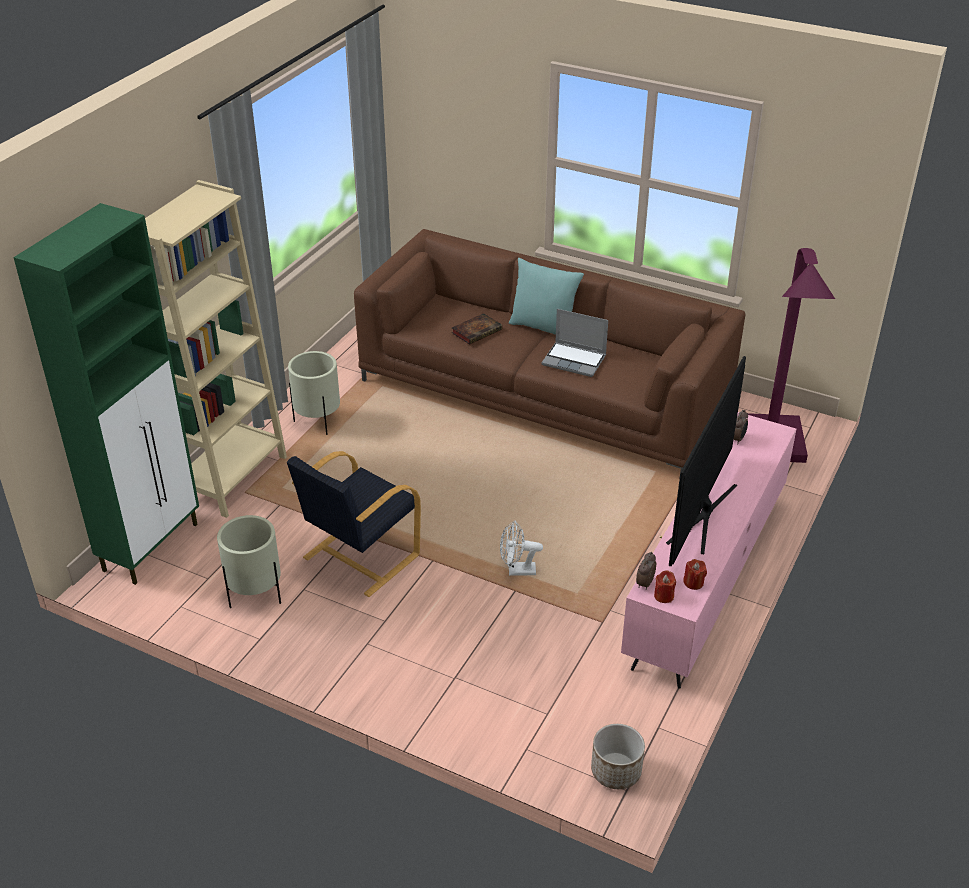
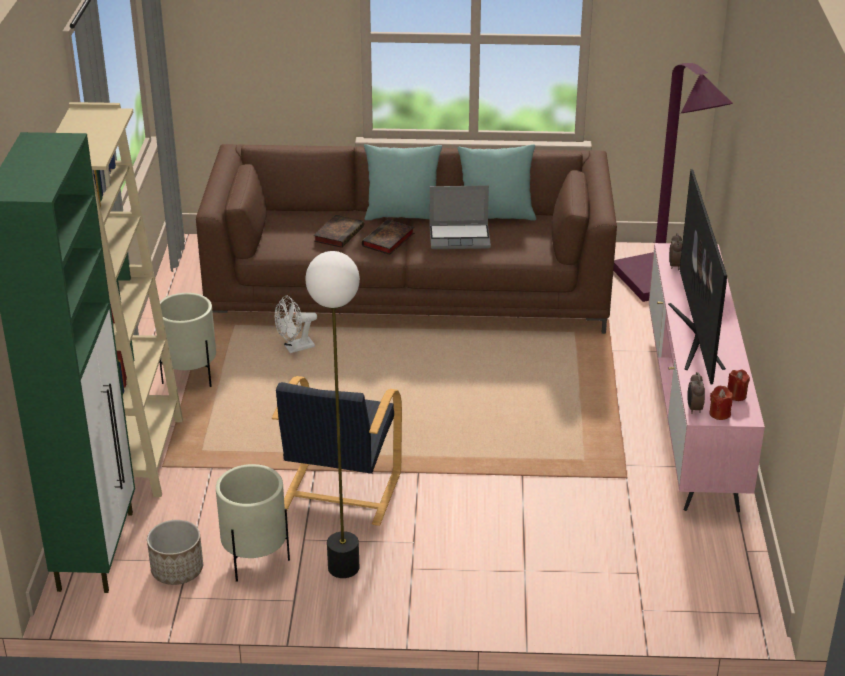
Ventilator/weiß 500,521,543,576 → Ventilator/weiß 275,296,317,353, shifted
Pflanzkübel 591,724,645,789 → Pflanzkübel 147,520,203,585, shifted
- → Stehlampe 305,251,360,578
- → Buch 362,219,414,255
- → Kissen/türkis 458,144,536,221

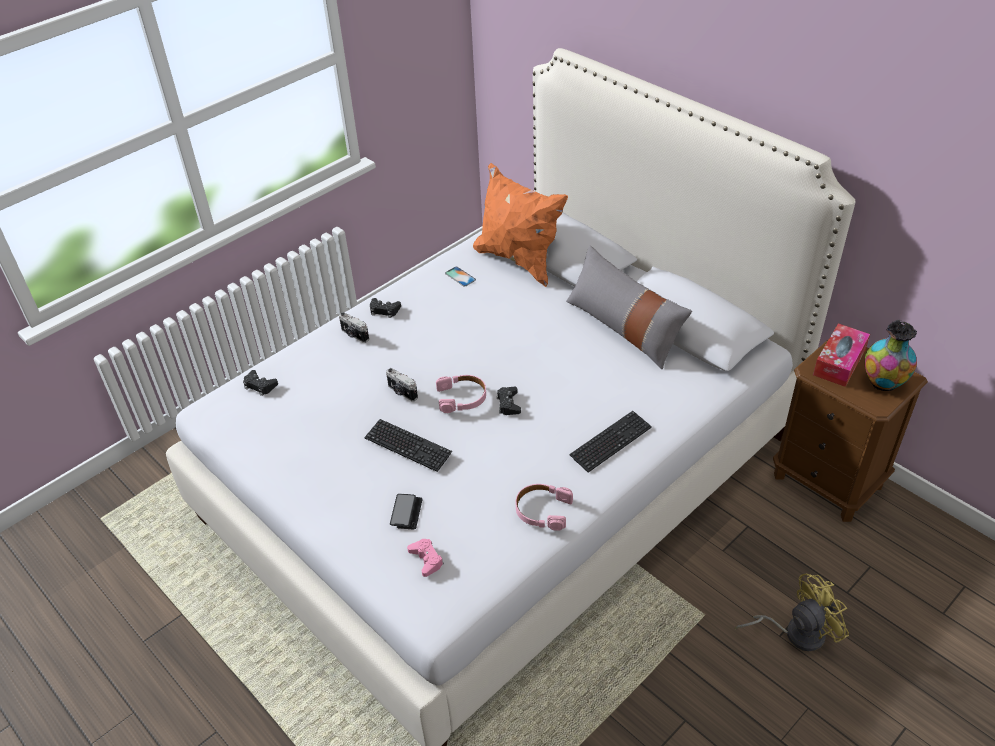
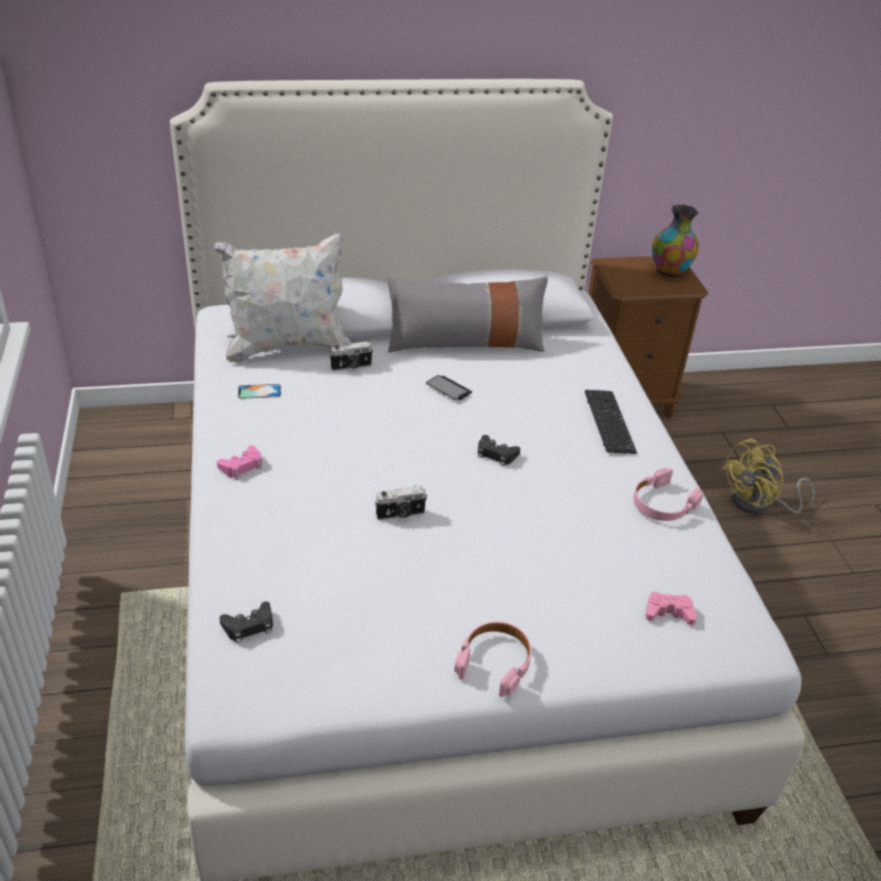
Kamera 339,312,369,343 → Kamera 329,341,373,371, shifted
Tastatur 364,419,452,472 → -
Gamepad/schwarz 370,298,401,318 → Gamepad/rosa 217,445,262,479
Handy 390,494,423,529 → Handy 426,375,472,400, shifted
Kopfhörer/rosa 436,375,486,413 → Kopfhörer/rosa 454,621,532,697, shifted
Kissen/orange 473,163,568,287 → Kissen/weiß 214,232,351,363
Ventilator/gelb 735,573,849,651 → Ventilator/gelb 721,439,815,514, 135 degrees counterclockwise
Taschentuchbox 813,323,870,387 → -

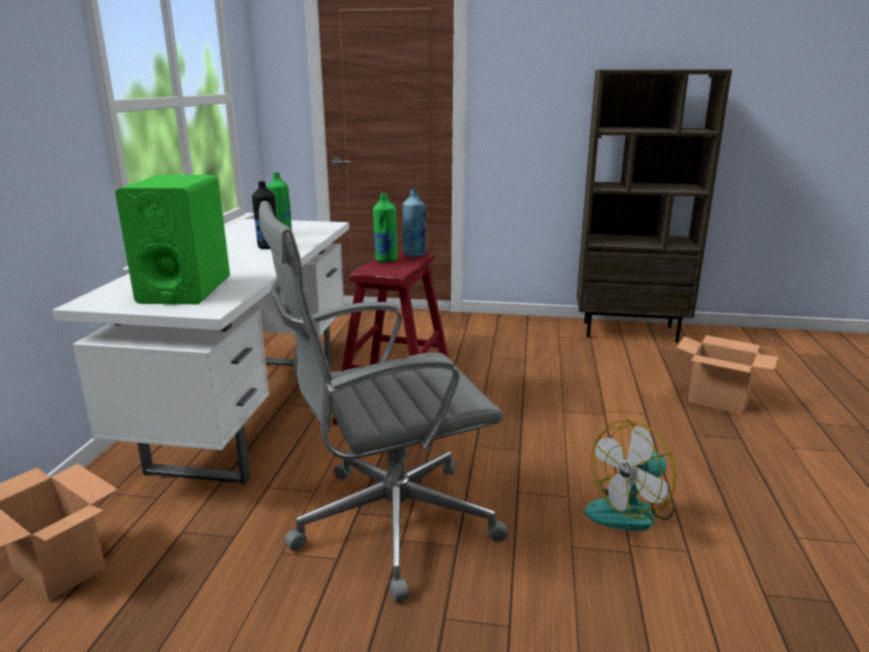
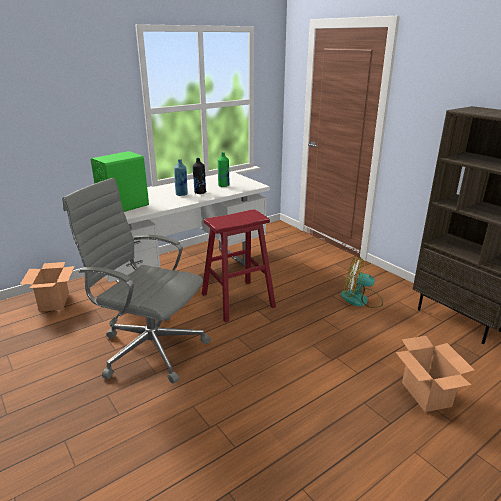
Flasche/grün 373,193,398,262 → -
Flasche/blau 403,189,425,257 → Flasche/blau 174,159,188,196, shifted
Ventilator 585,419,676,531 → Ventilator 341,257,383,308, shifted

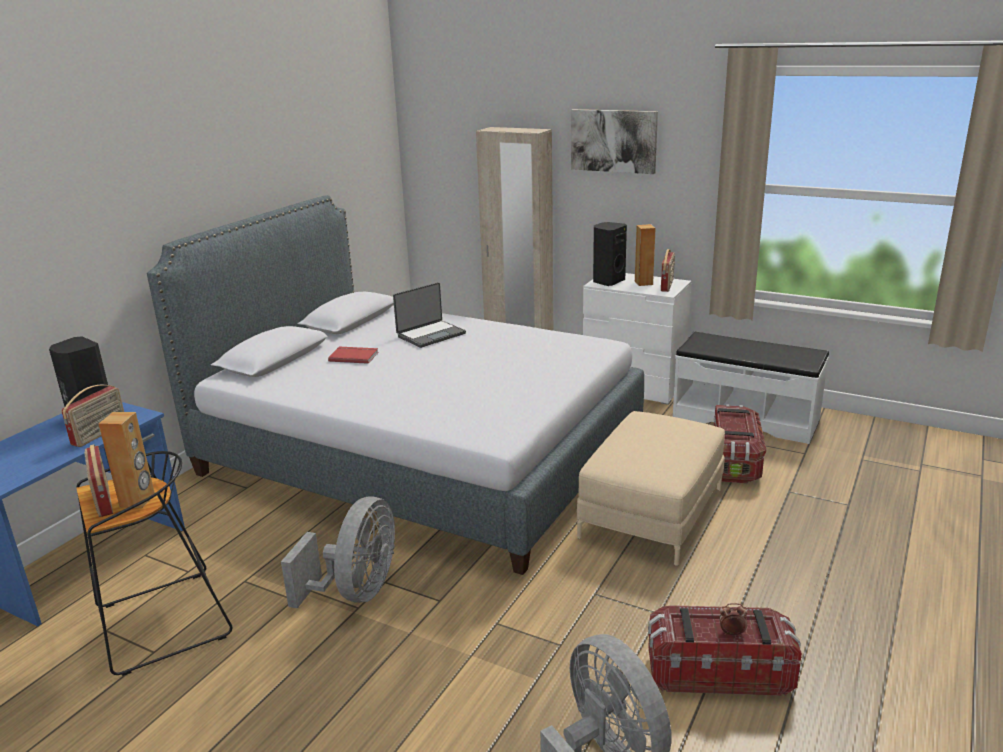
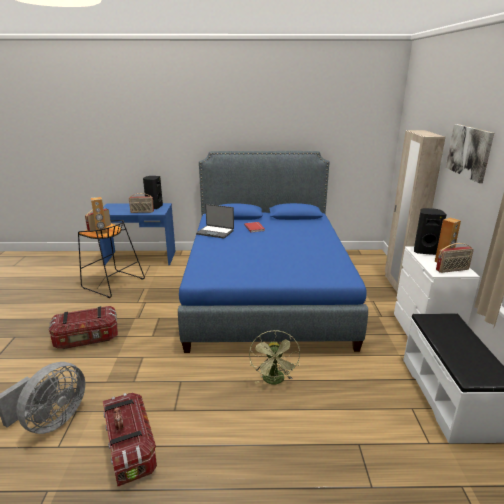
Bett/grau 147,195,644,575 → Bett/blau 178,151,368,353
Ventilator/grau 281,496,395,608 → -
Laptop 393,282,466,348 → Laptop 196,204,234,239, shifted
Polsterhocker/beige 577,411,725,566 → Ventilator/grün 249,330,300,385
Aufbewahrungsbox 714,404,766,483 → Aufbewahrungsbox 49,306,118,349, shifted

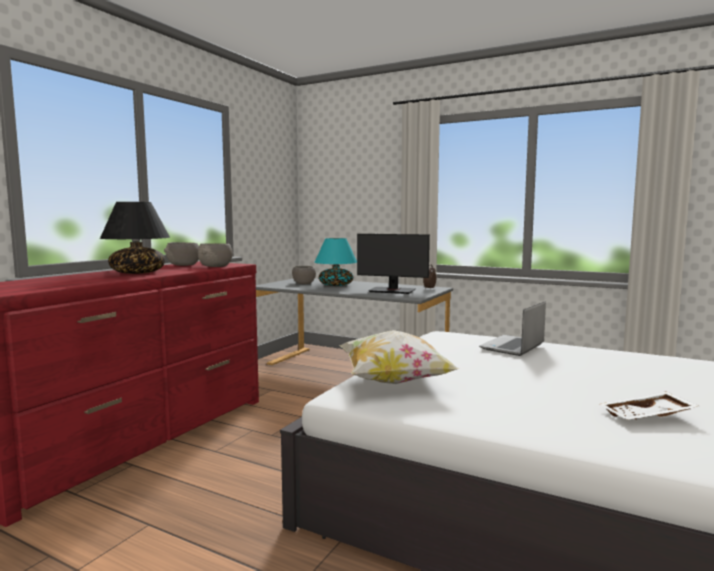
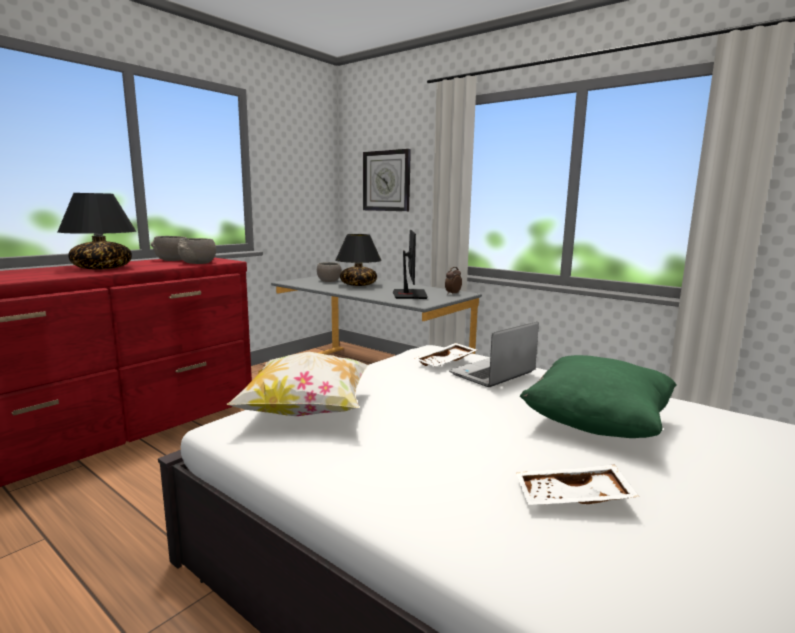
Tischlampe/türkis 314,238,357,286 → Tischlampe/schwarz 336,234,382,286
Monitor 357,234,430,294 → Monitor 393,230,428,299, 120 degrees counterclockwise
- → Wanduhr 363,149,411,211
- → Tablett/weiß 414,343,477,367
- → Kissen/grün 519,355,677,438

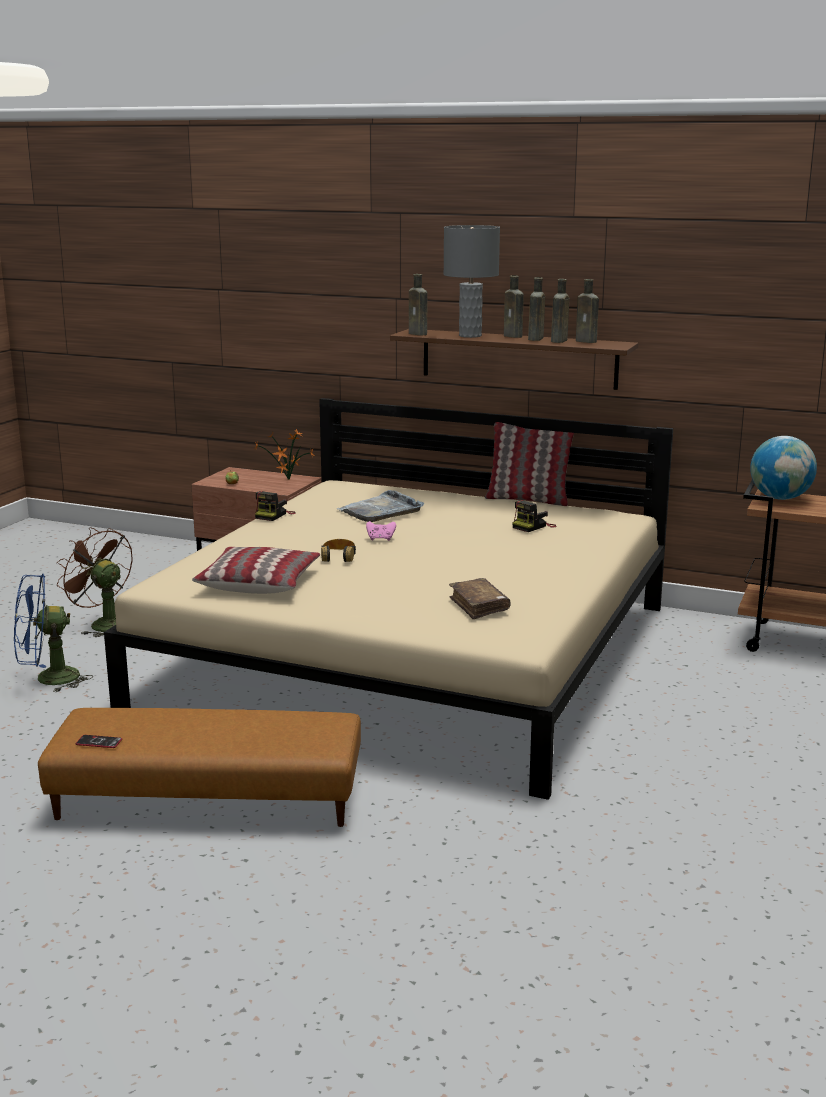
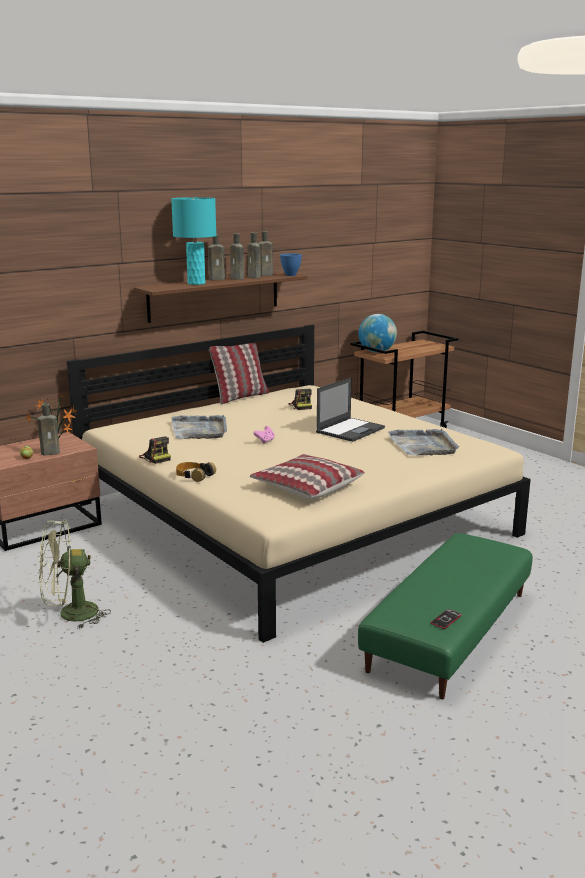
Ventilator/blau 14,574,93,692 → -
Polsterhocker/braun 38,708,361,827 → Polsterhocker/grün 358,533,533,699
Ventilator/braun 57,527,133,637 → Ventilator/grün 39,520,111,629
Kopfhörer 321,539,356,562 → Kopfhörer 176,462,216,482, shifted
Flasche/braun 409,274,428,335 → Flasche/braun 37,403,60,456, shifted
Tischlampe/grau 443,225,500,338 → Tischlampe/türkis 171,197,216,285
Buch/braun 449,578,511,619 → Tablett/grau 388,429,459,456
- → Schüssel/blau 280,253,302,276
- → Laptop 316,377,385,442

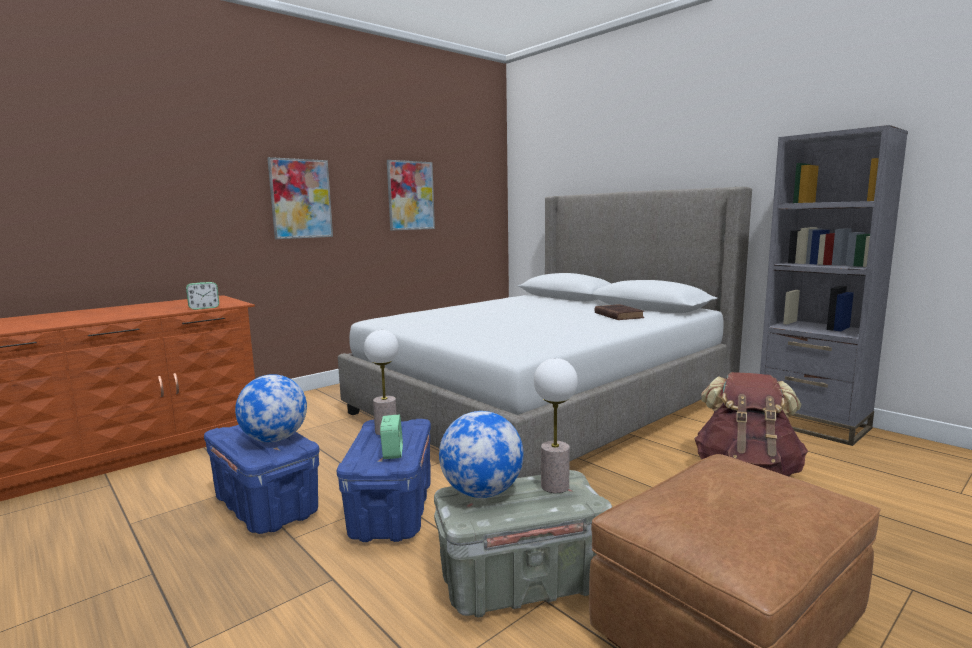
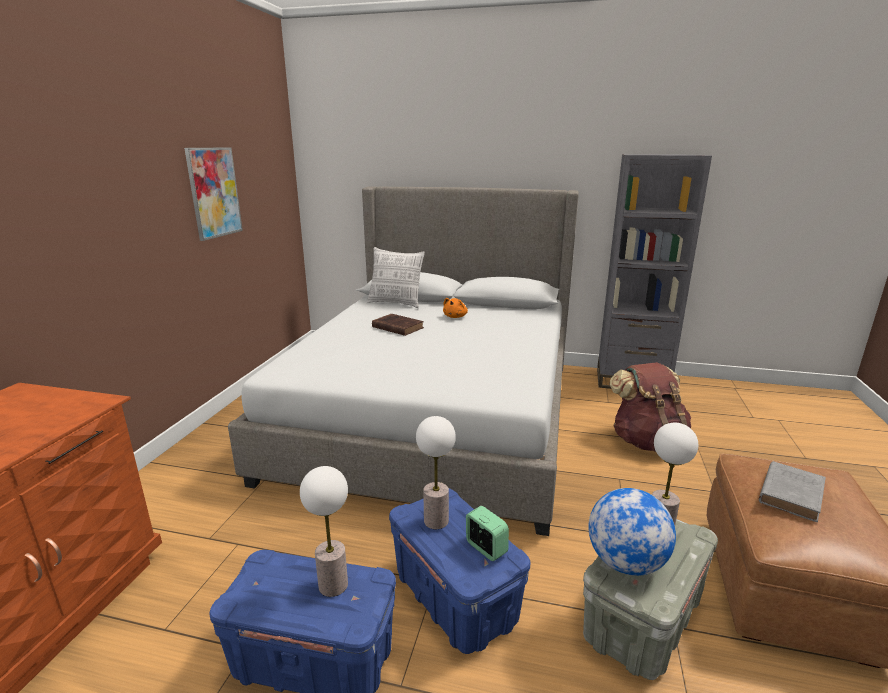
Wecker 186,282,219,310 → -
Globus 235,374,307,442 → Tischlampe 300,466,348,597
Bild 267,157,333,239 → -
Buch/braun 594,304,644,320 → Buch/braun 372,314,424,336, shifted
- → Kissen 367,247,425,308
- → Plüschtier/orange 443,298,468,318
- → Buch/grau 759,461,826,522

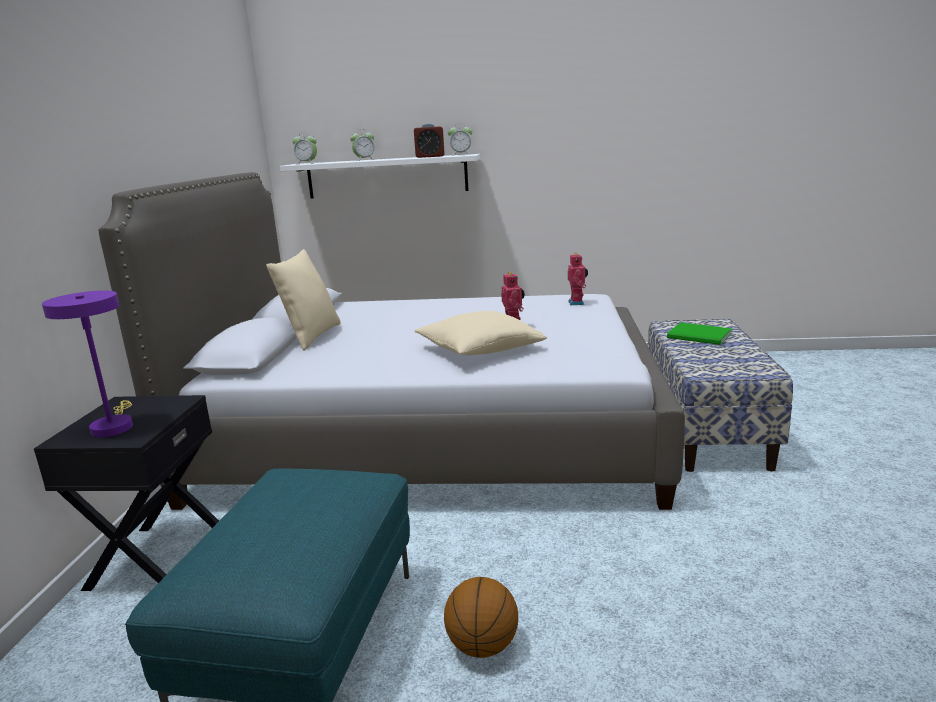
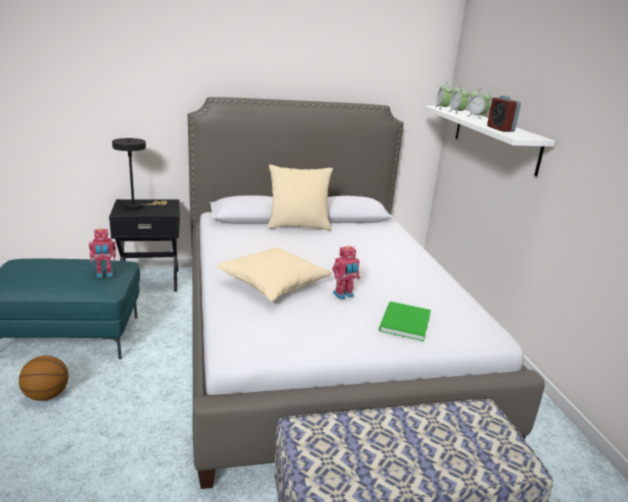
Tischlampe/lila 42,290,133,437 → Tischlampe/schwarz 112,138,167,210
Wecker 448,123,472,156 → Wecker 449,85,470,114, shifted
Spielzeugroboter 568,253,588,305 → Spielzeugroboter 89,228,116,277, shifted
Buch/grün 667,323,732,345 → Buch/grün 379,301,431,341, shifted

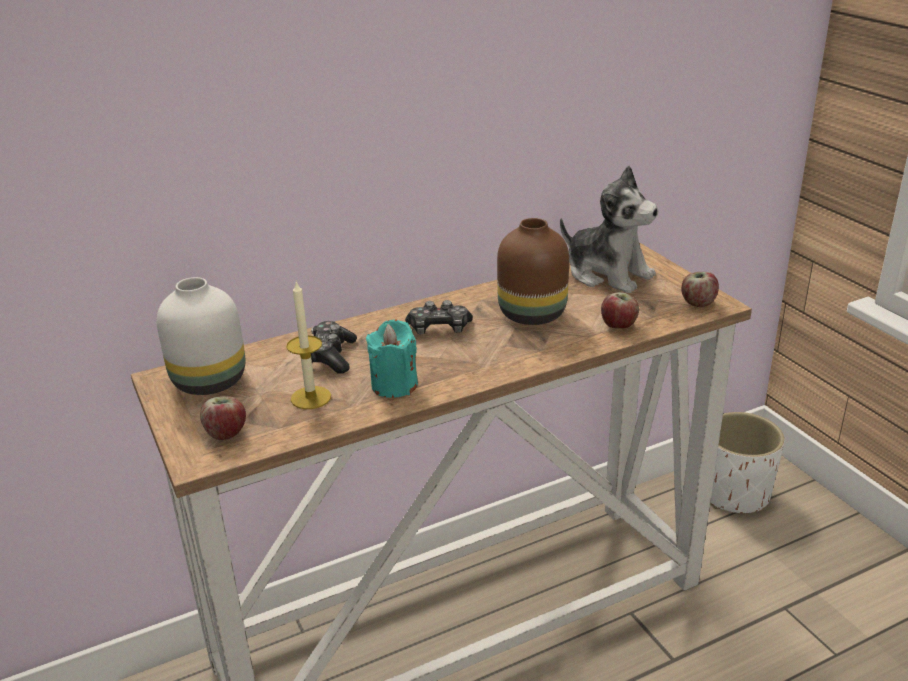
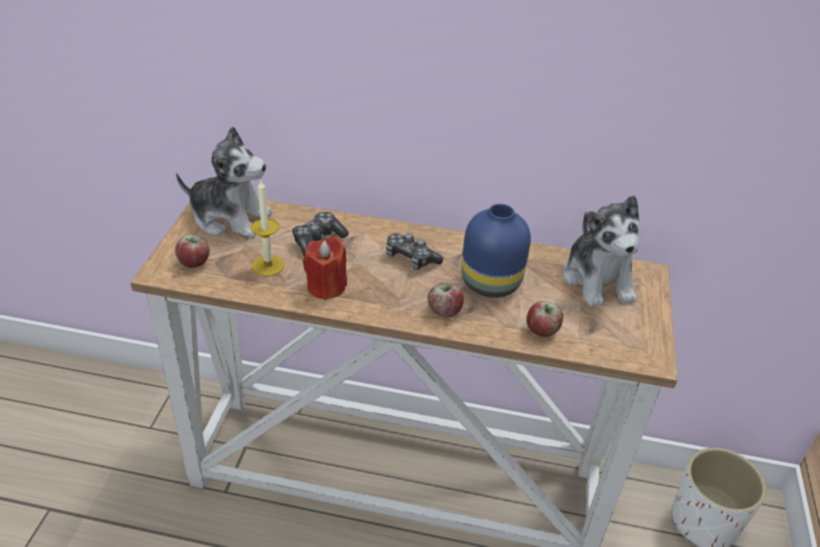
Vase/weiß 157,277,246,395 → Plüschtier 176,126,272,238
Kerze/türkis 366,319,418,398 → Kerze/rot 303,237,347,300
Vase/braun 497,218,569,325 → Vase/blau 461,204,531,298
Apfel 681,272,719,307 → Apfel 428,282,464,318, shifted

